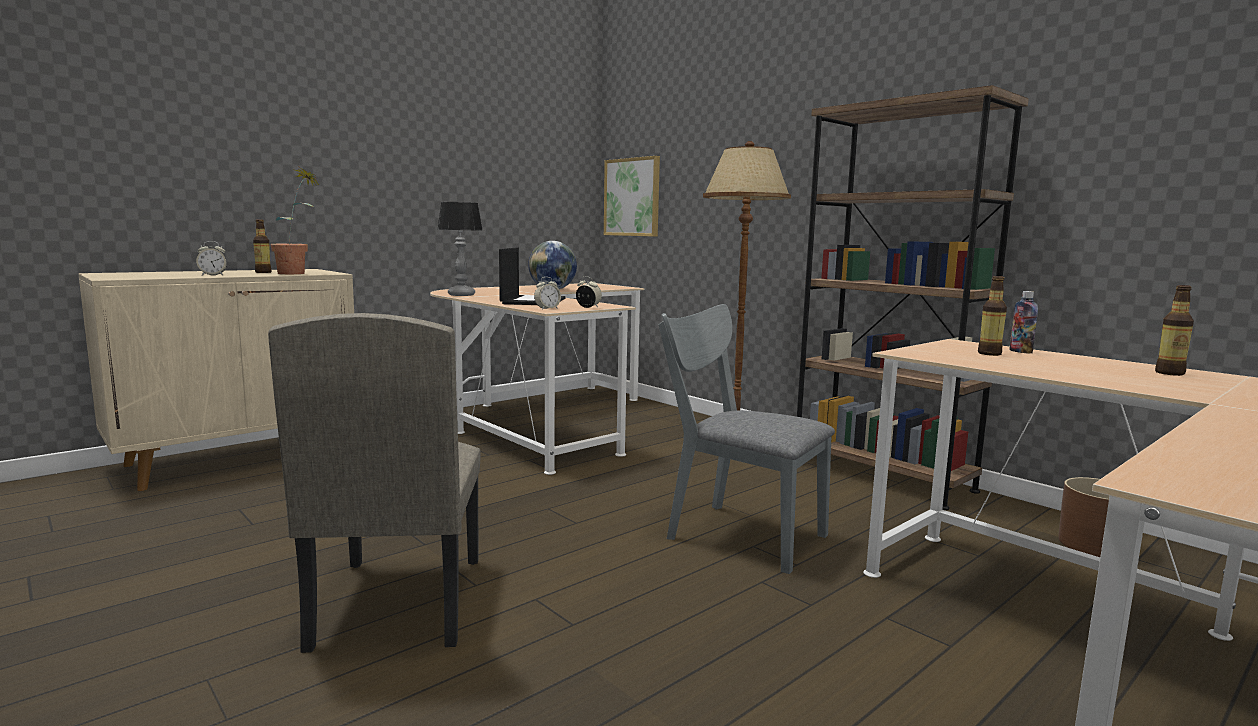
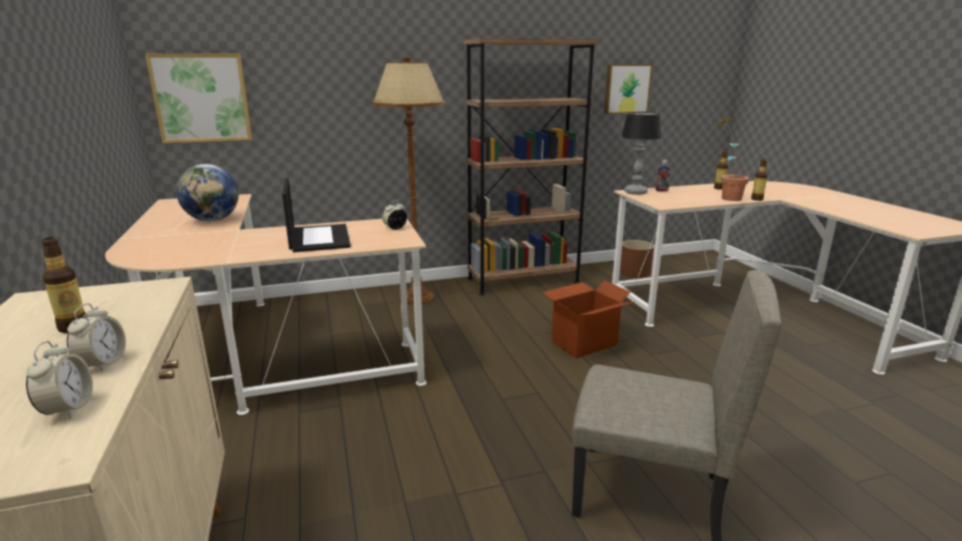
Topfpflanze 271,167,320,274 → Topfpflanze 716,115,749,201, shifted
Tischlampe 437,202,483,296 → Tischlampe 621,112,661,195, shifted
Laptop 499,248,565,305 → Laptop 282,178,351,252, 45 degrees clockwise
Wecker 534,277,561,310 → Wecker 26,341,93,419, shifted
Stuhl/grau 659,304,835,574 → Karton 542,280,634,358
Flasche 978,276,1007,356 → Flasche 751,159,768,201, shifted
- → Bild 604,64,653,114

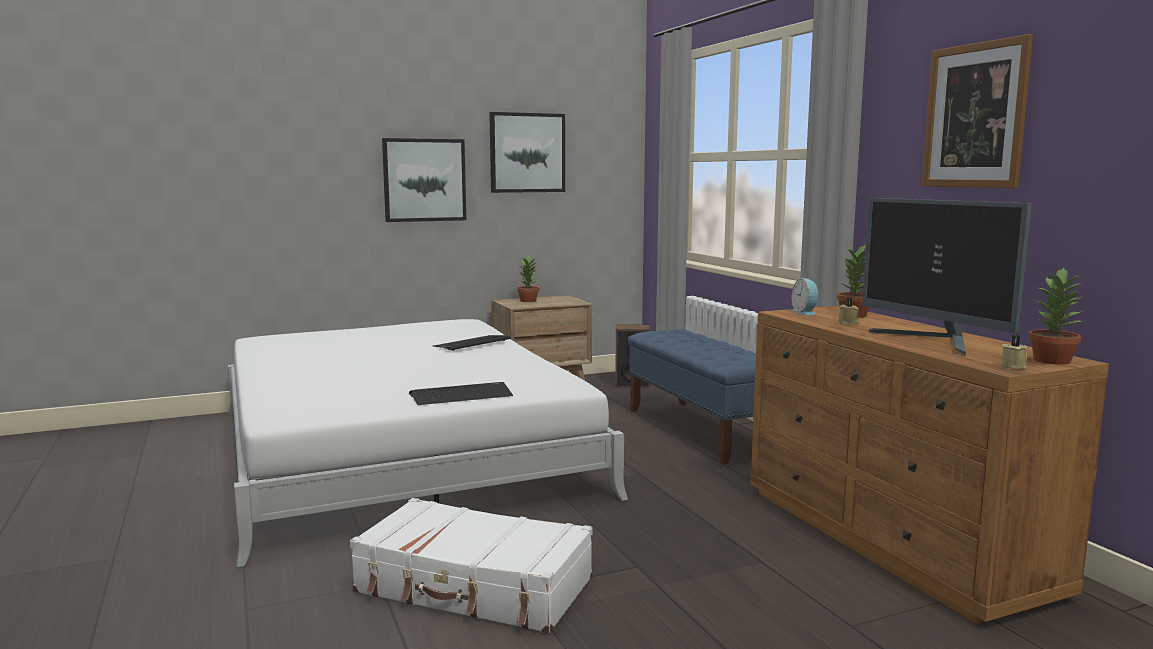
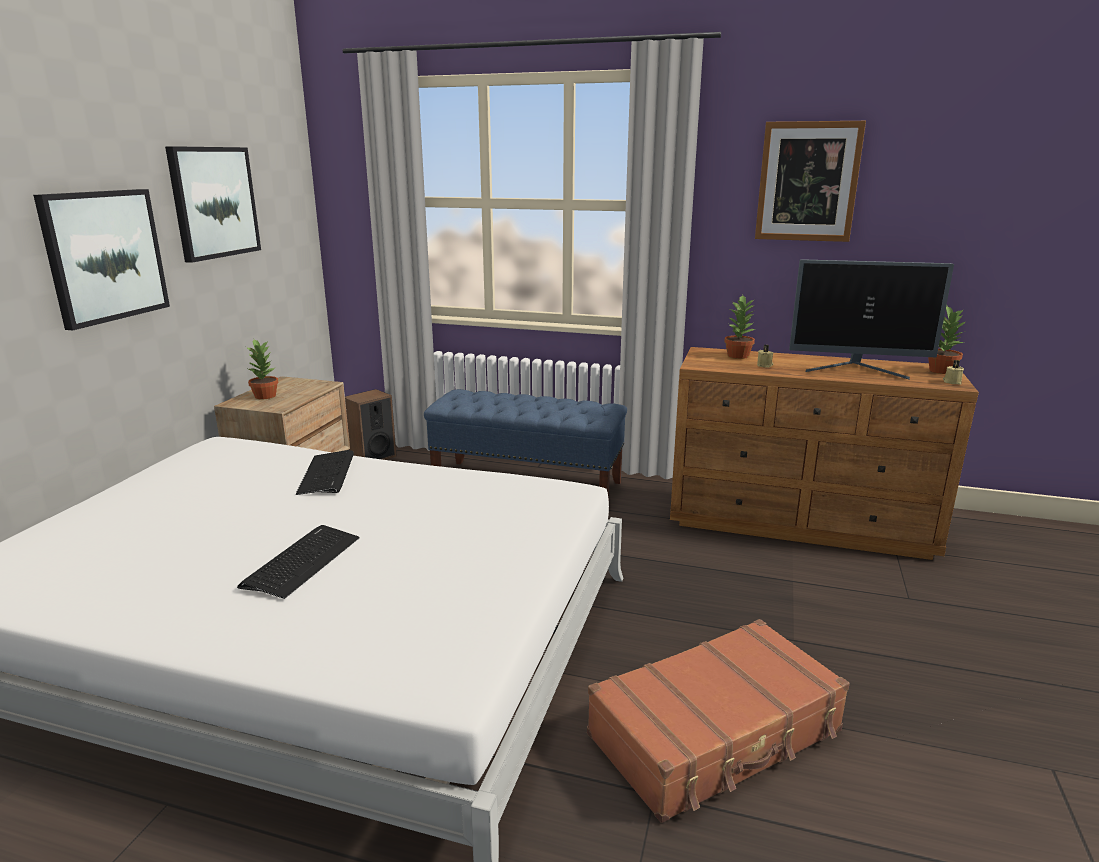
Koffer/weiß 350,498,592,634 → Koffer/braun 587,619,850,823
Tastatur 409,382,513,405 → Tastatur 237,525,359,599, shifted
Wecker 791,278,818,316 → -

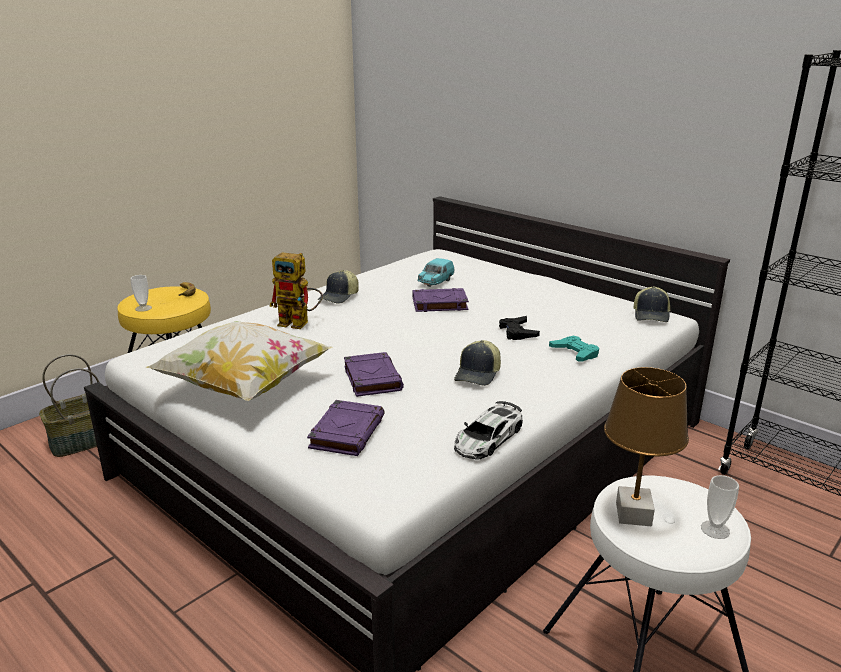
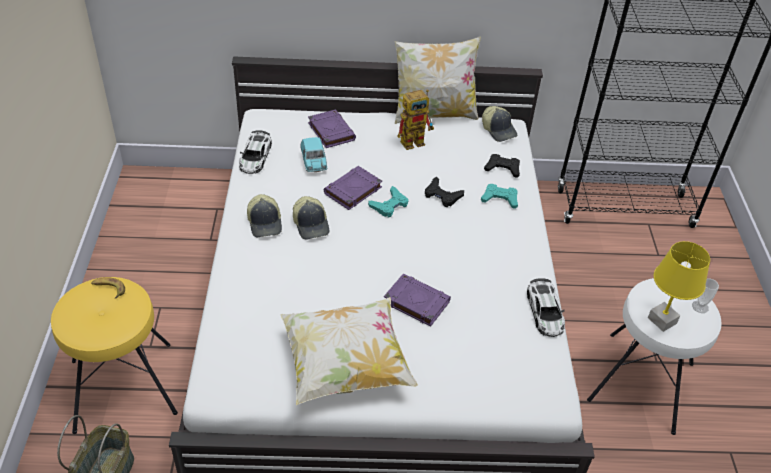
Tasse 130,275,152,312 → -
Spielzeugroboter 269,253,323,329 → Spielzeugroboter 397,89,434,150, shifted
Buch/lila 307,400,385,456 → Buch/lila 308,109,356,148, shifted
Kappe 454,340,501,386 → Kappe 293,196,329,240, shifted
Tischlampe/braun 604,367,689,526 → Tischlampe/gelb 648,241,710,332
- → Spielzeugauto 239,131,272,174
- → Gamepad/türkis 368,186,408,218
- → Kissen 394,36,481,124
- → Gamepad/schwarz 484,154,520,178

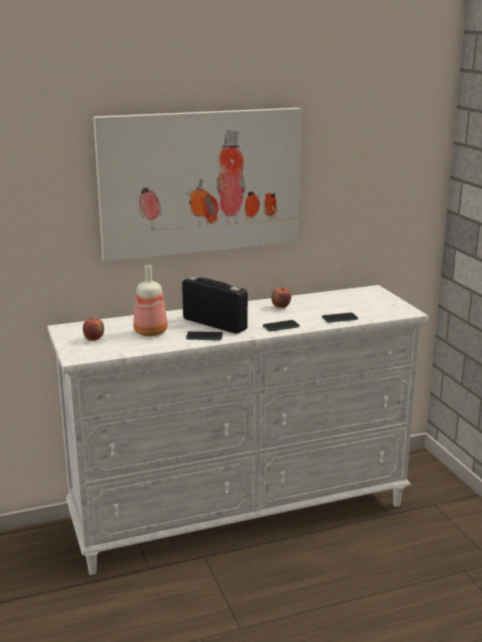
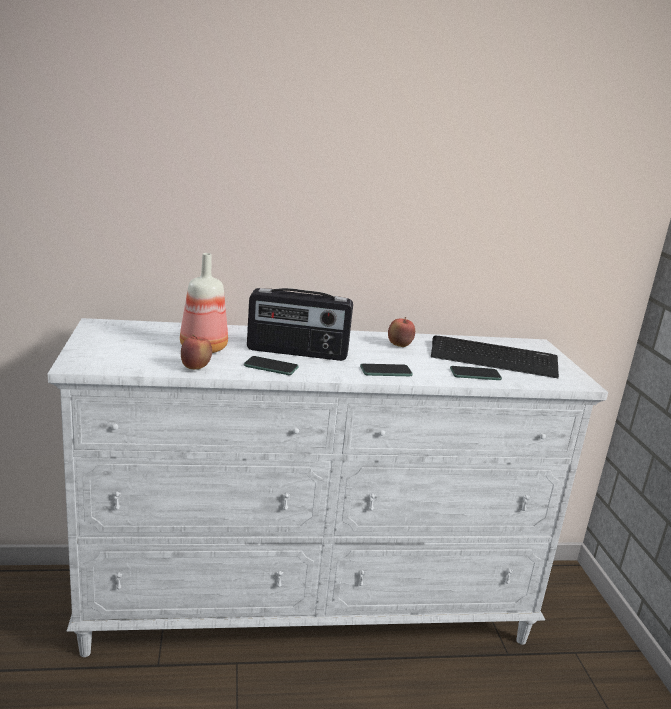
Apfel 83,318,104,341 → Apfel 181,334,212,370, shifted
Bild 93,108,301,262 → -
Radio 182,277,248,334 → Radio 247,288,353,361, 135 degrees clockwise
- → Tastatur 431,336,559,378

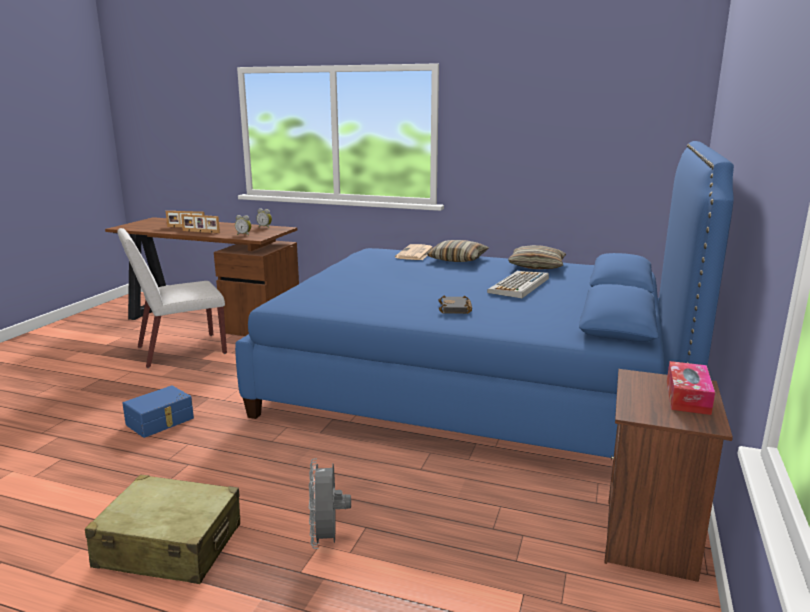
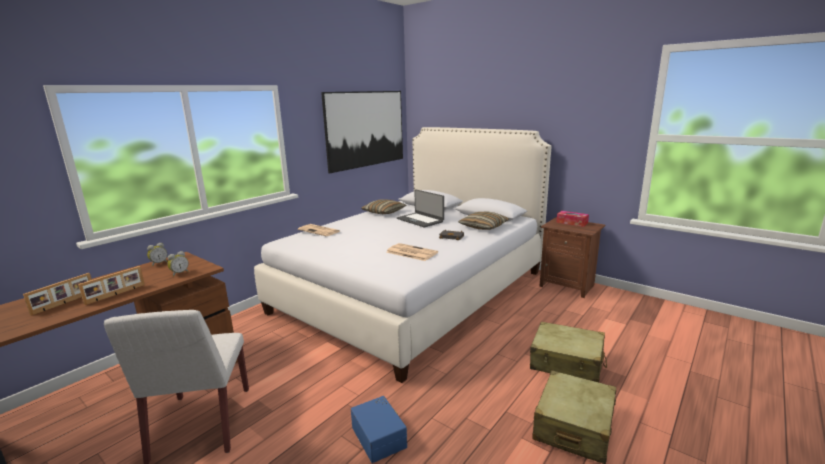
Bett/blau 235,141,734,458 → Bett/weiß 254,127,551,383
Ventilator/grau 309,458,351,549 → Koffer/beige 530,322,607,382
Kissen 427,240,489,262 → Kissen 458,212,509,230, shifted
Tastatur 487,271,549,298 → Laptop 397,189,444,228
- → Bild 321,91,403,173
- → Zeitung 386,243,438,261

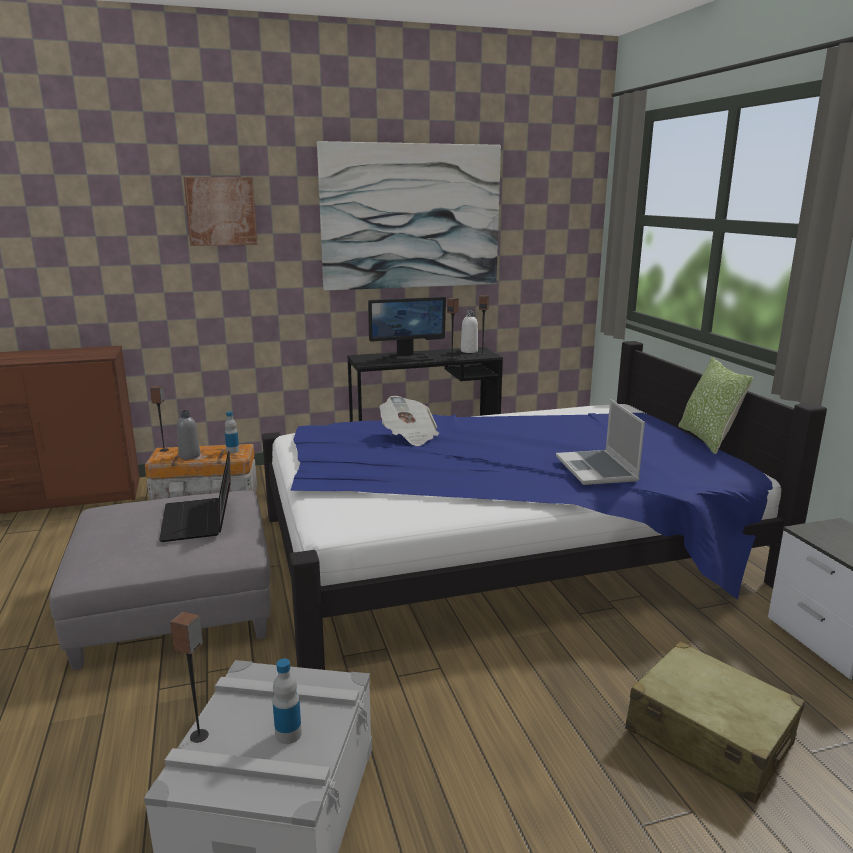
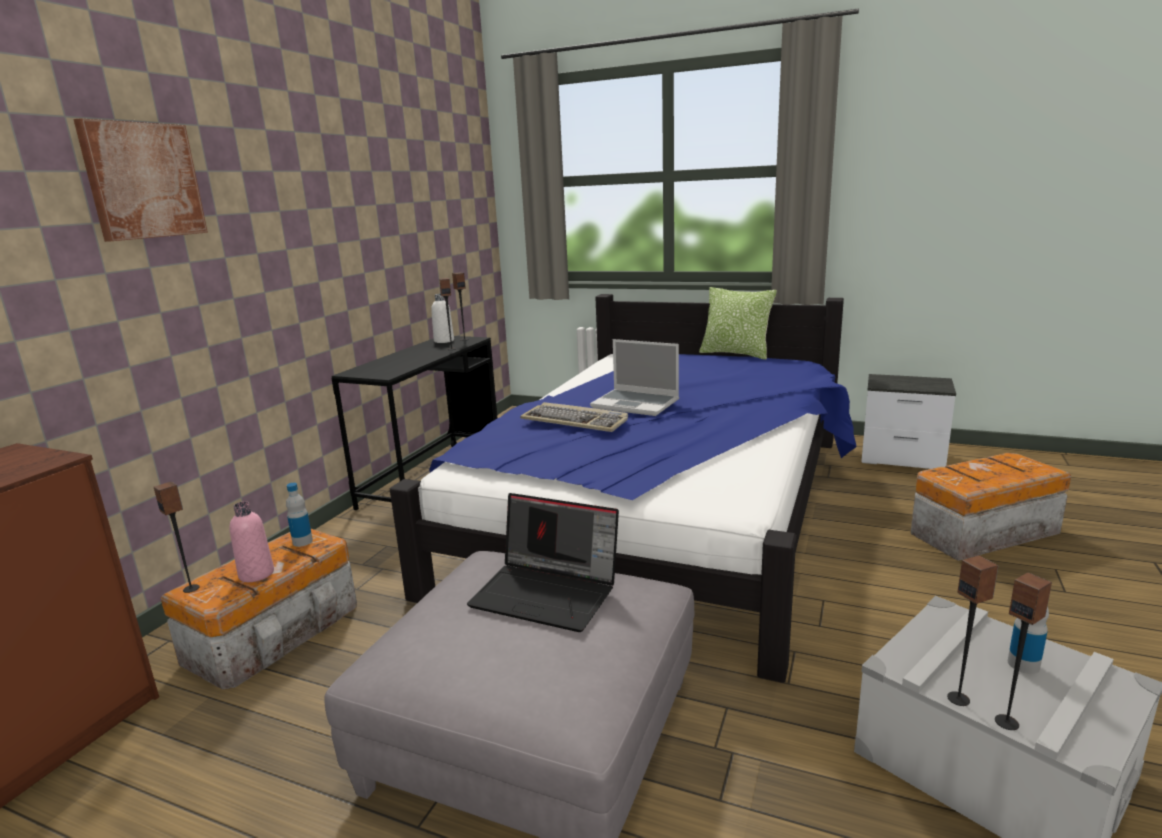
Flasche/grau 177,410,200,460 → Flasche/rosa 229,501,274,582
Bild 317,141,501,291 → -
Monitor 368,297,446,363 → -
Zeitung 379,396,439,446 → Tastatur 520,402,628,432
Laptop 556,399,645,485 → Laptop 590,339,679,416, shifted
Koffer/beige 625,641,805,804 → Aufbewahrungsbox 911,453,1071,561
- → Lautsprecher 947,555,999,706

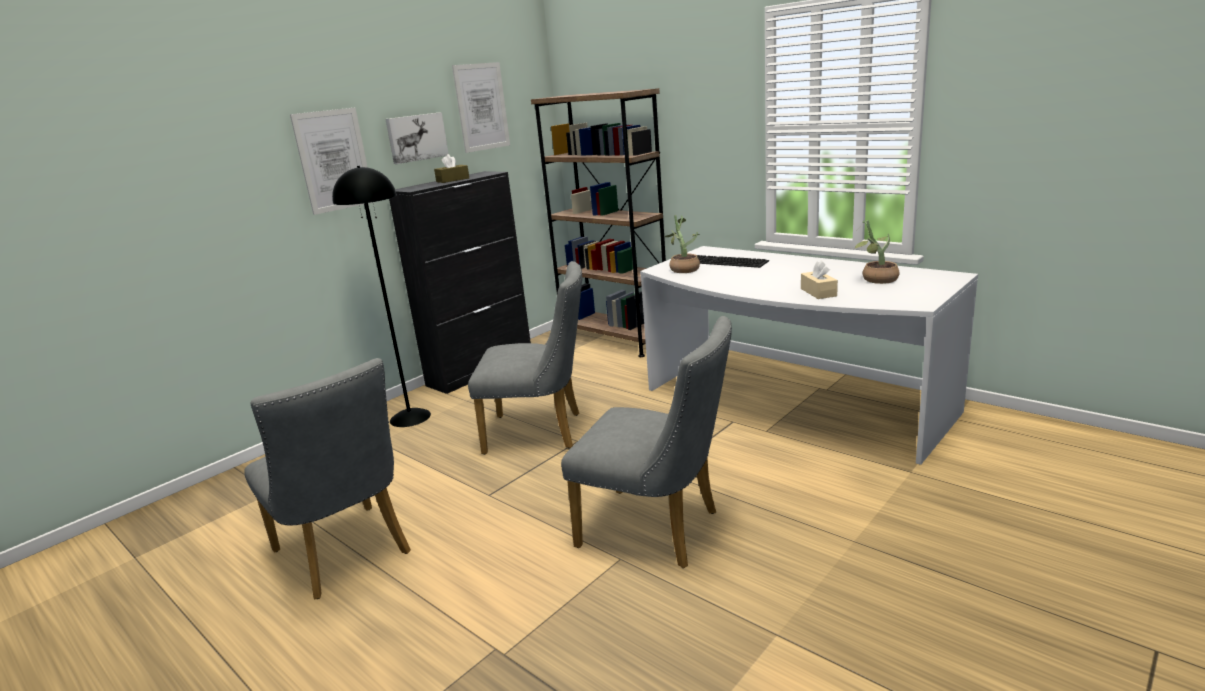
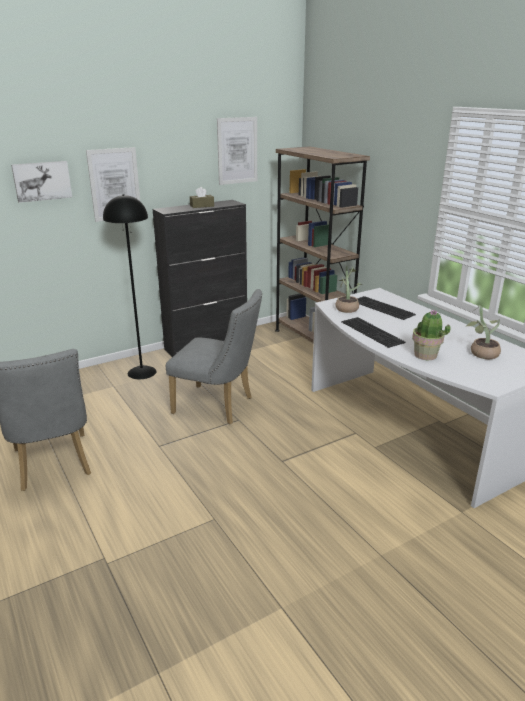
Bild 385,112,449,164 → Bild 11,161,72,203, shifted
Stuhl/grau 561,316,732,569 → -
Taschentuchbox/beige 801,260,838,299 → Topfpflanze 412,309,451,360
- → Tastatur 341,317,406,348

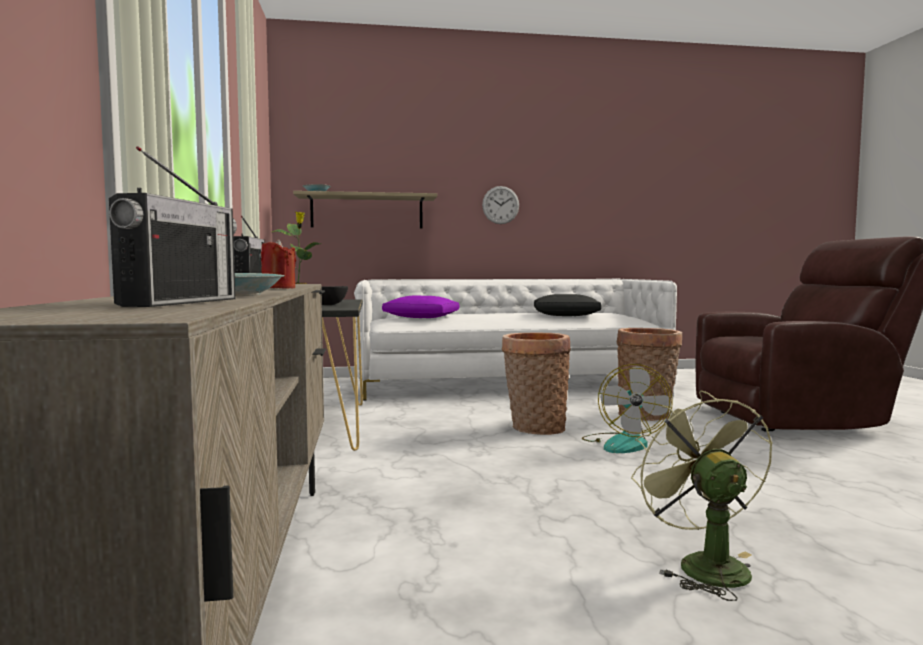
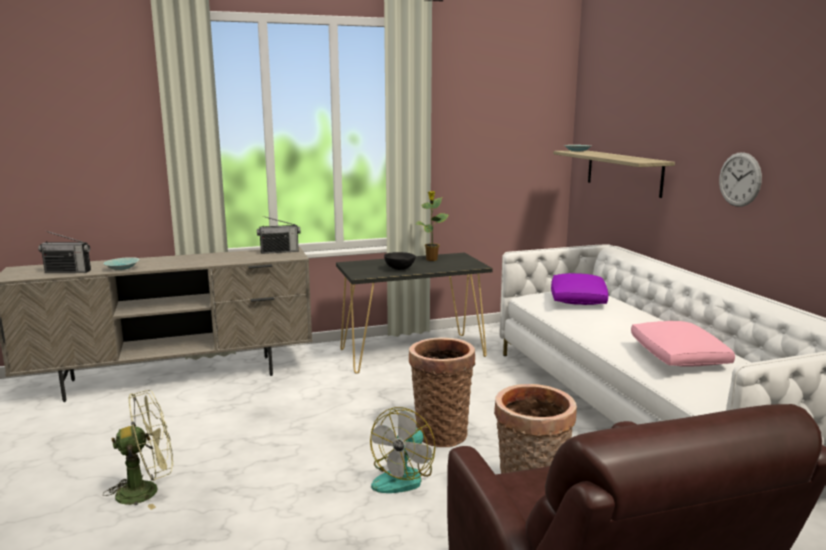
Kerze/rot 261,239,296,289 → -
Kissen/schwarz 534,294,602,316 → Kissen/rosa 631,321,735,367
Ventilator 582,364,673,453 → Ventilator 370,407,435,493, 60 degrees counterclockwise

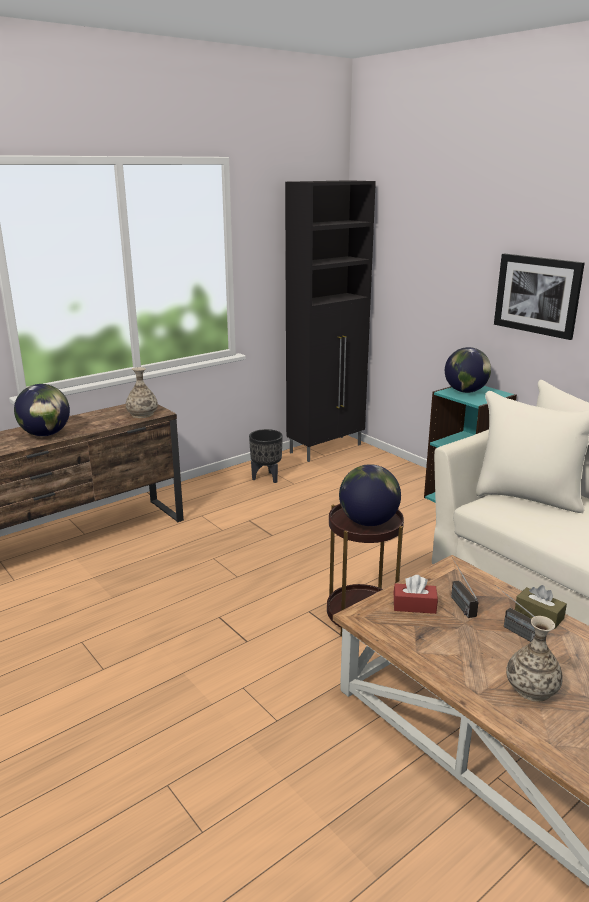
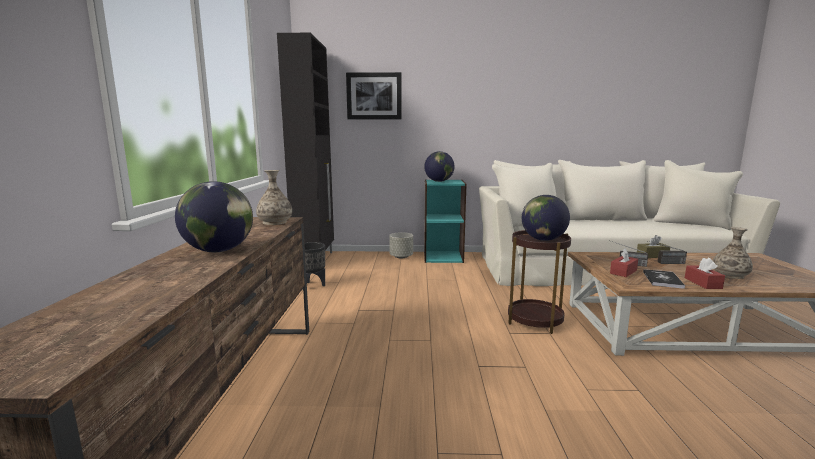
Bild 494,254,585,340 → Bild 346,72,402,120, shifted
- → Pflanzkübel/grau 389,232,413,258
- → Buch 643,269,685,289
- → Taschentuchbox/rot 685,257,725,289

